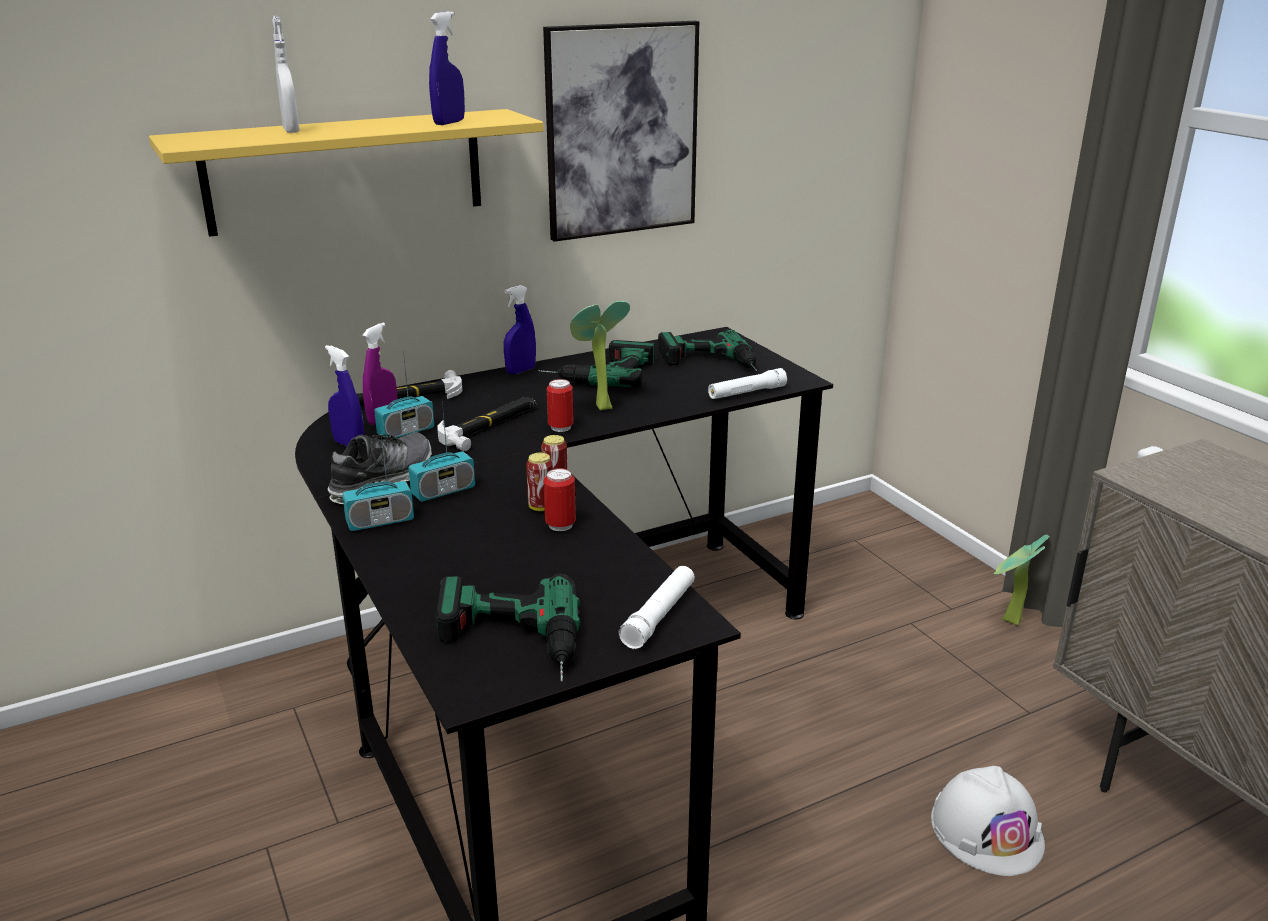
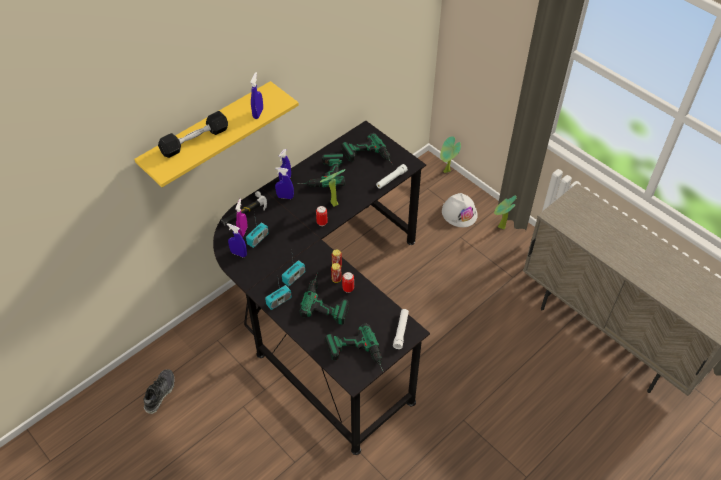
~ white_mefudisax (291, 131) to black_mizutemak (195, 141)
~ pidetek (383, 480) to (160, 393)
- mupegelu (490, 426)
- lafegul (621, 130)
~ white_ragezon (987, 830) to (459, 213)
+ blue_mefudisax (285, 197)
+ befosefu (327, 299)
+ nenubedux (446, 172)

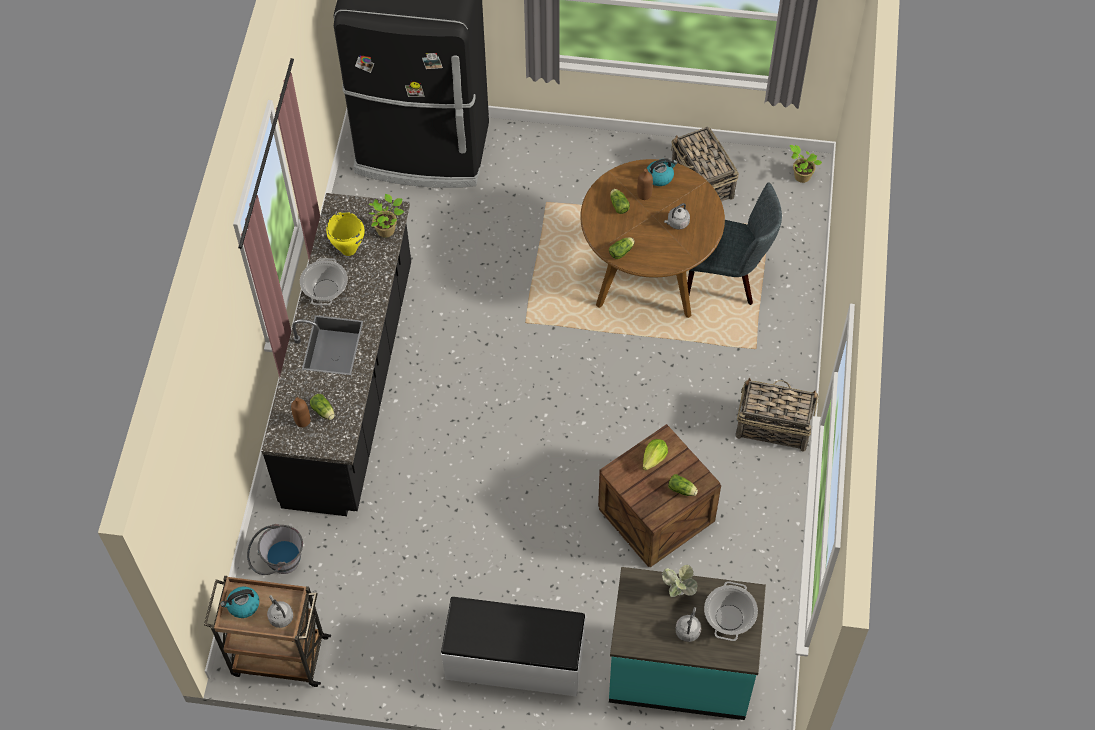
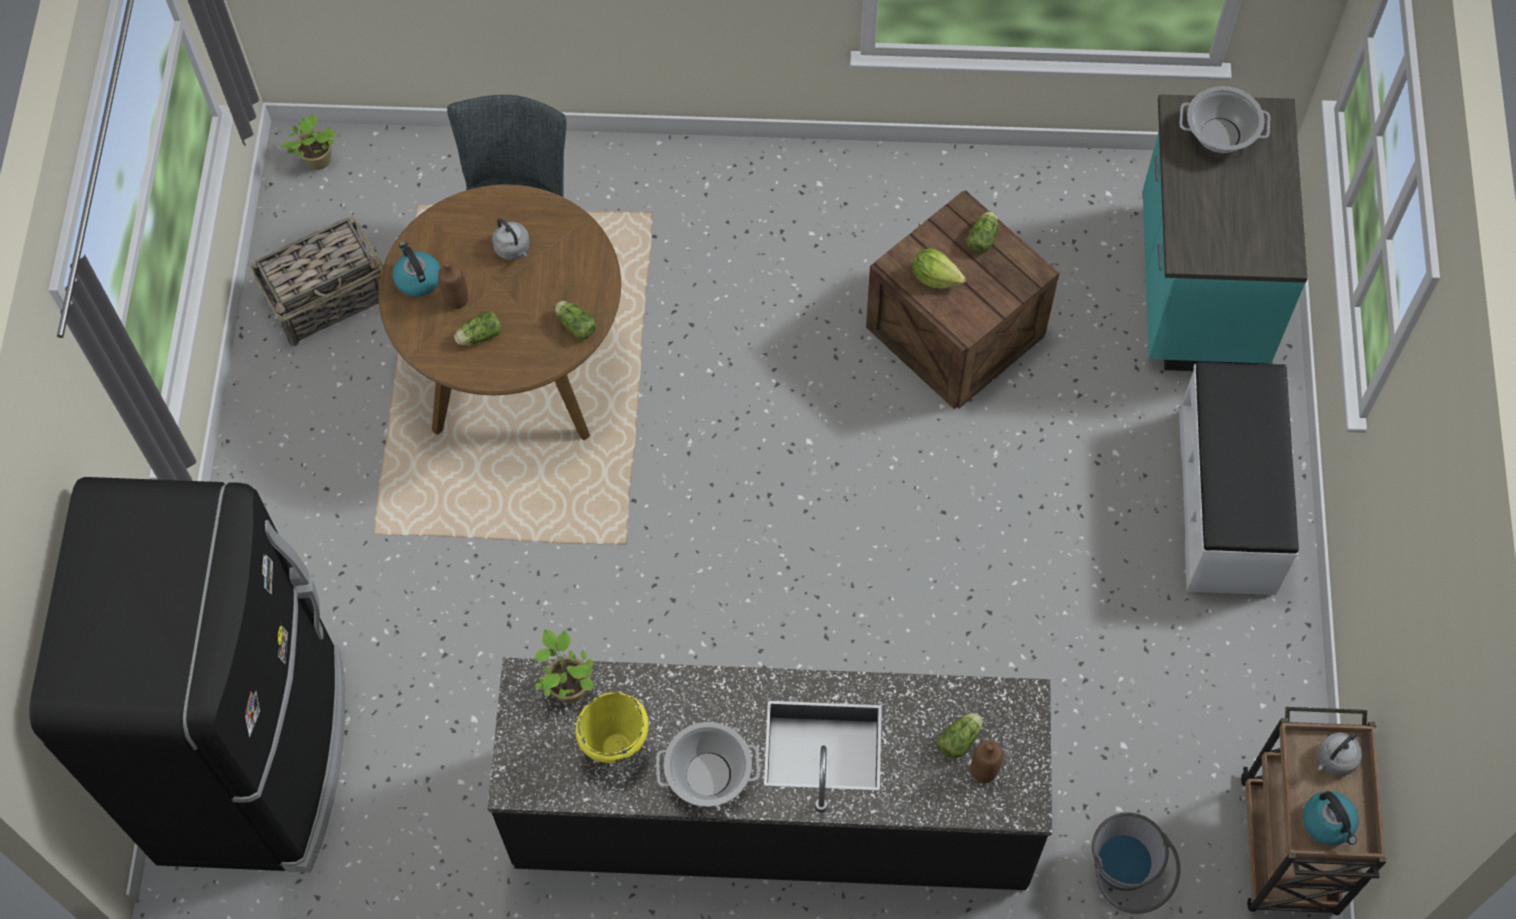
- nenubedux (678, 593)
- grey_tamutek (688, 630)
- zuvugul (772, 426)

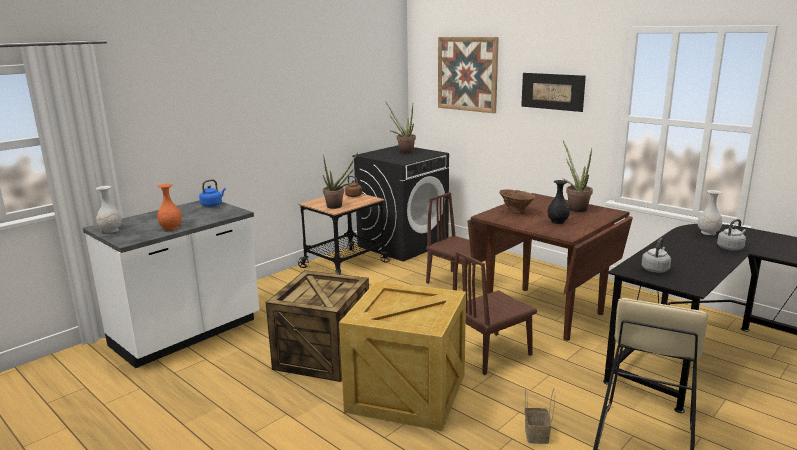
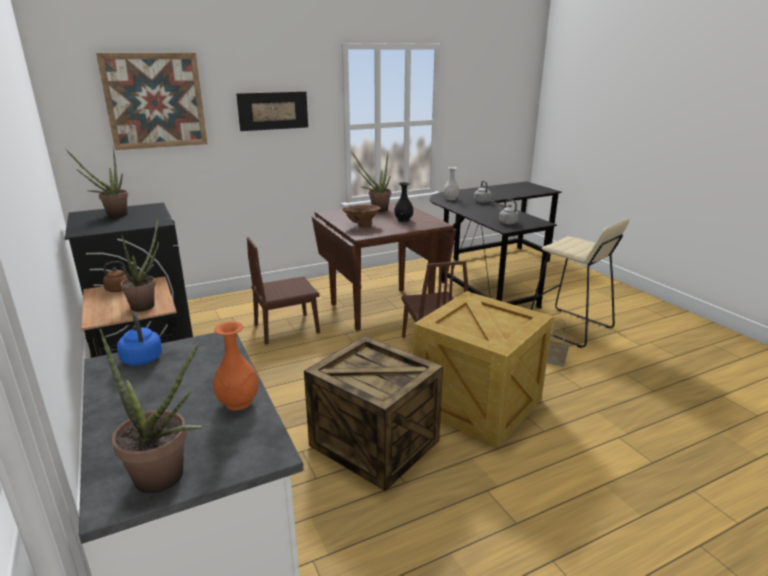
~ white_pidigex (110, 230) to nenubedux (167, 480)

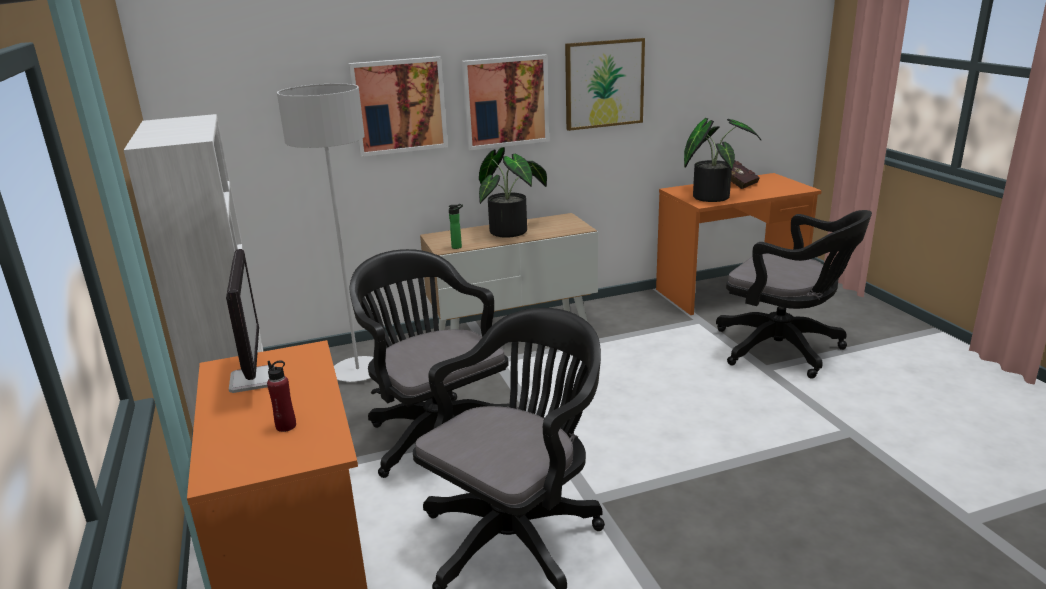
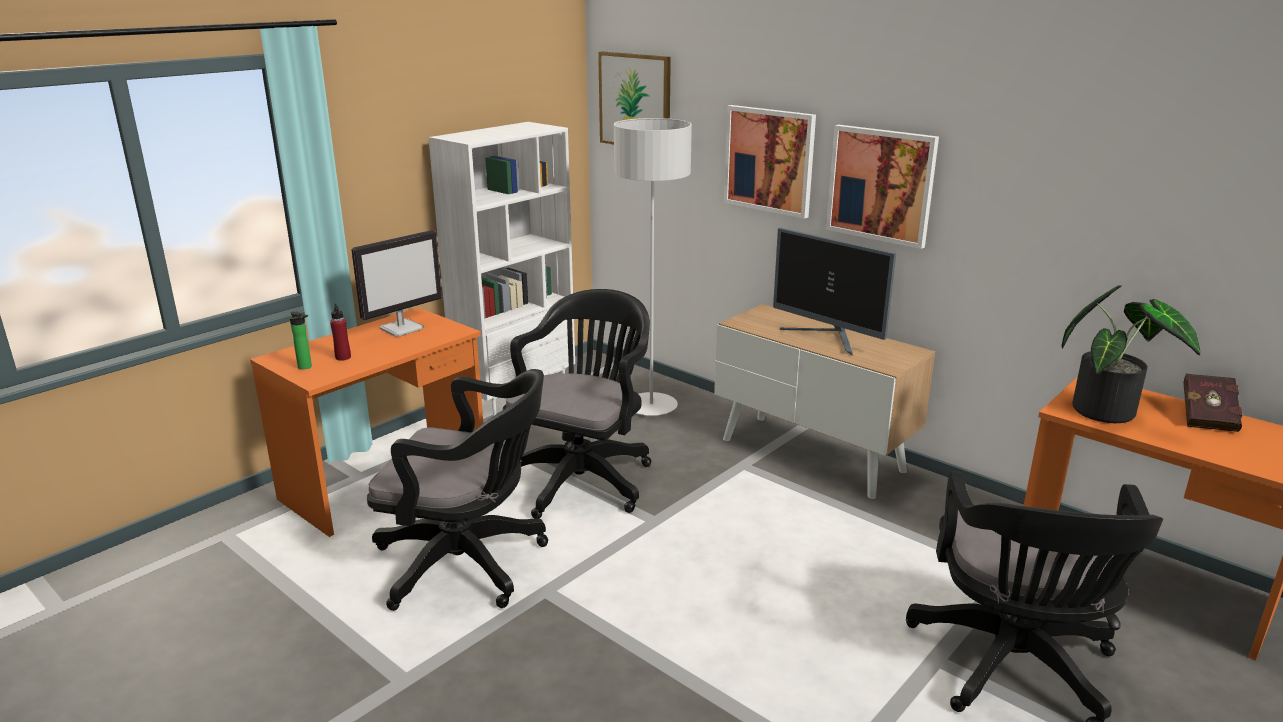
~ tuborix (458, 247) to (306, 367)
~ nenubedux (513, 231) to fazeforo (828, 338)
~ lafegul (604, 84) to (635, 101)

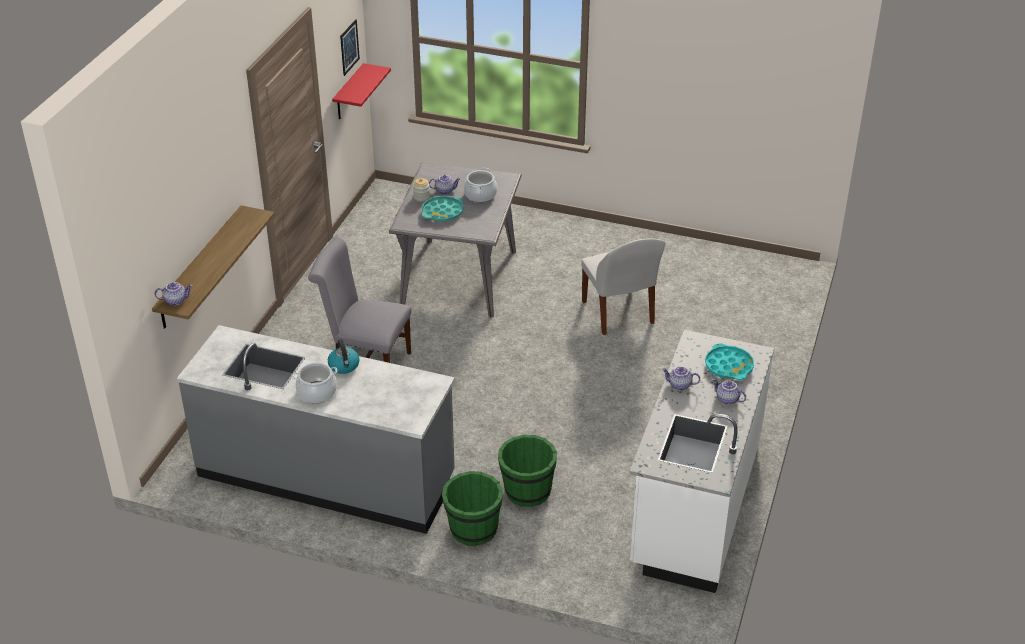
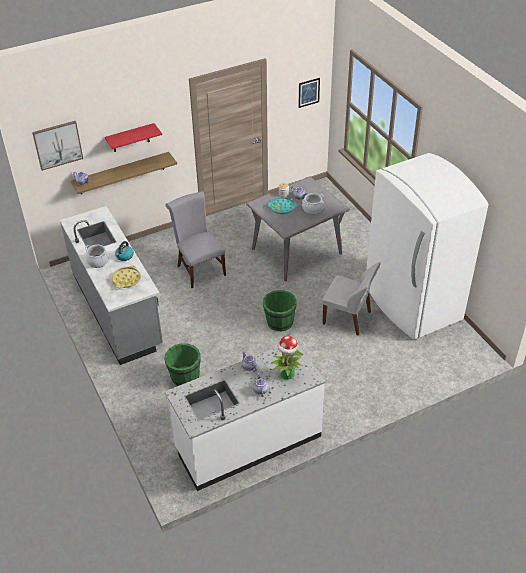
~ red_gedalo (348, 93) to (130, 138)
~ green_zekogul (473, 529) to (279, 322)
~ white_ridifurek (618, 314) = (348, 318) 90 degrees counterclockwise
~ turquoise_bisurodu (729, 366) to nenubedux (287, 374)
+ lafegul (57, 145)
+ yellow_bisurodu (126, 279)
+ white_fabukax (411, 304)

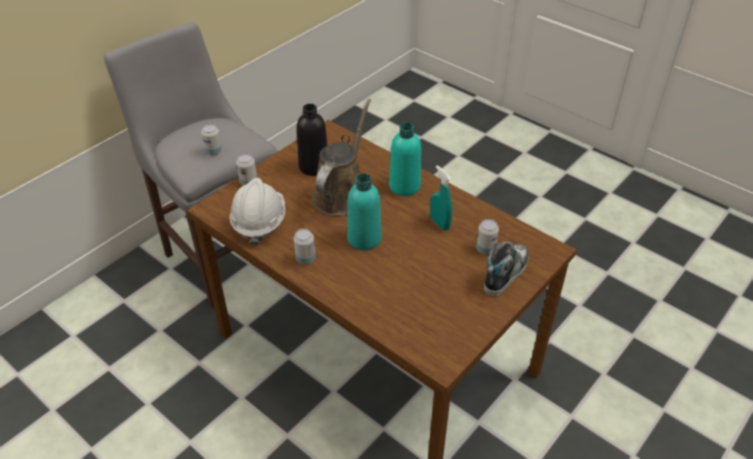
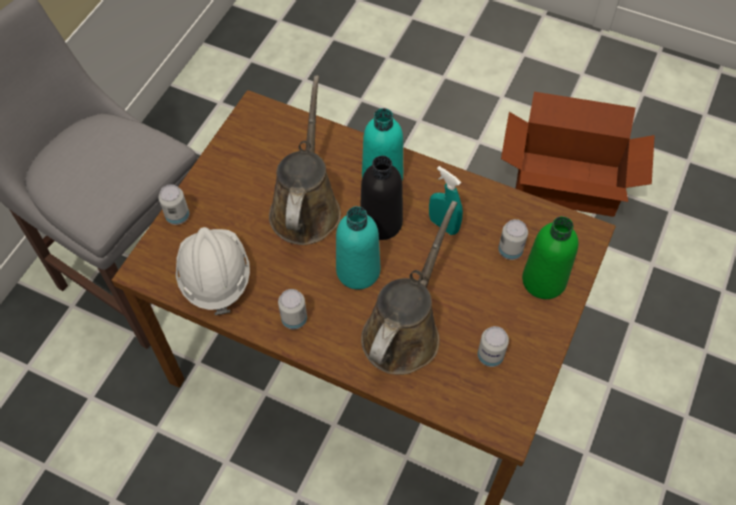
~ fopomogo (213, 152) to (490, 356)
~ black_tuborix (314, 166) to (381, 223)
~ pidetek (505, 273) to green_tuborix (544, 280)
+ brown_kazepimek (404, 331)
+ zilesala (567, 184)

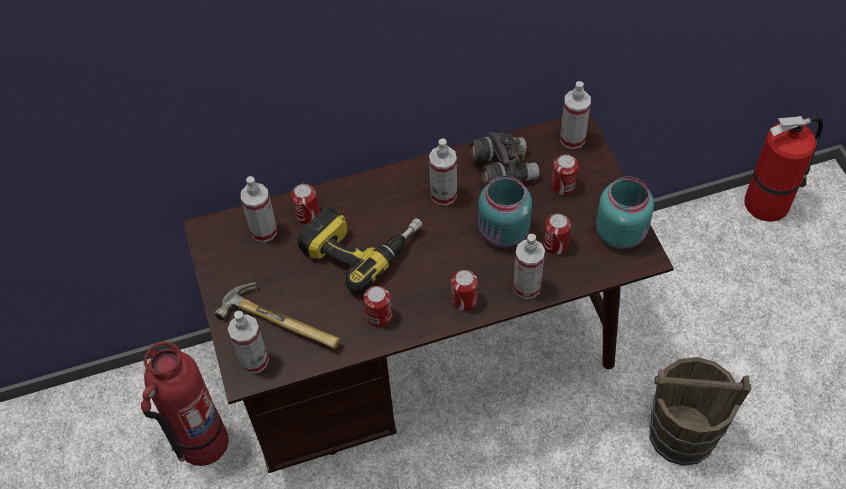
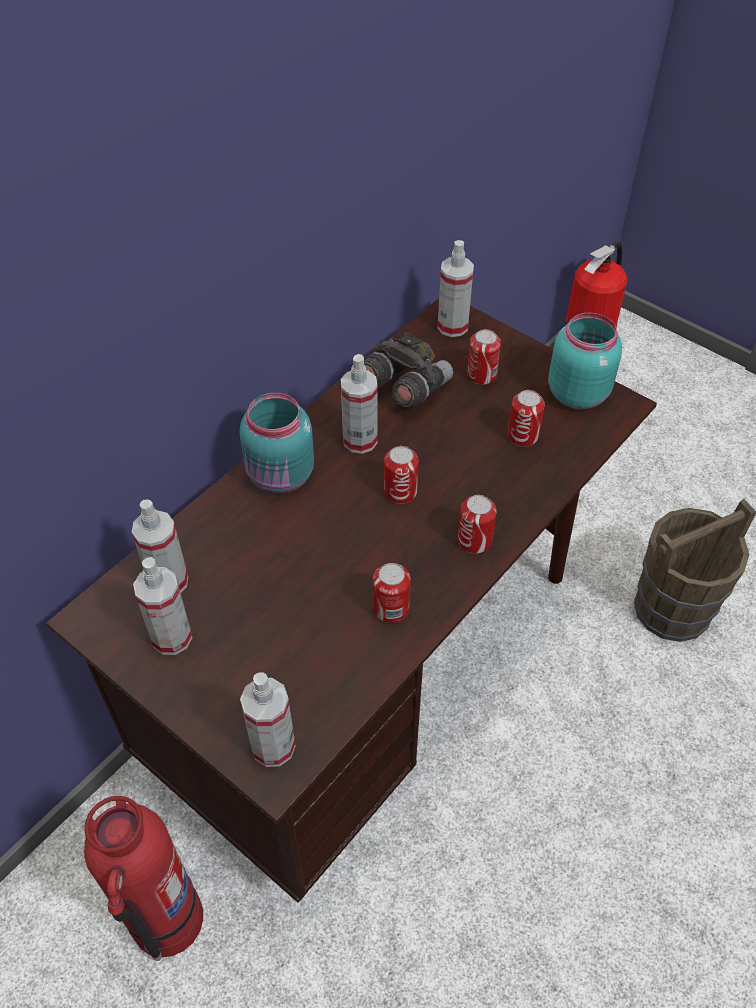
- mupegelu (283, 319)
~ fopomogo (307, 215) to (400, 491)
- befosefu (361, 245)
~ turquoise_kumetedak (503, 233) to (281, 476)
~ mefudisax (527, 287) to (171, 637)

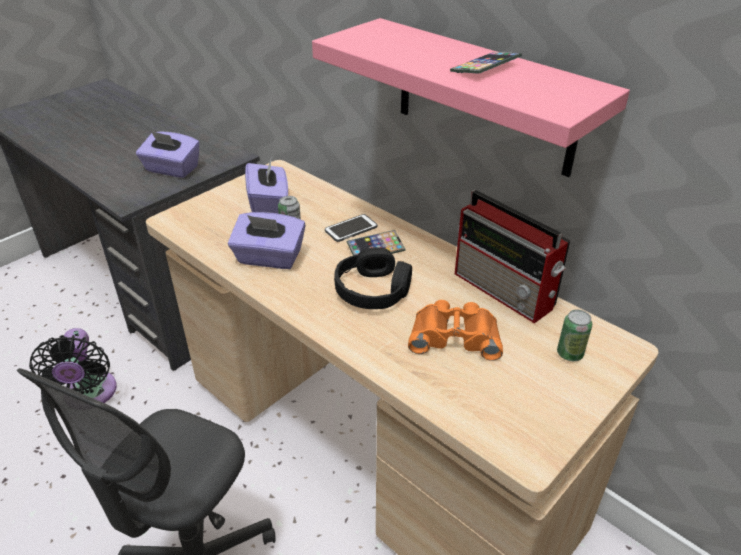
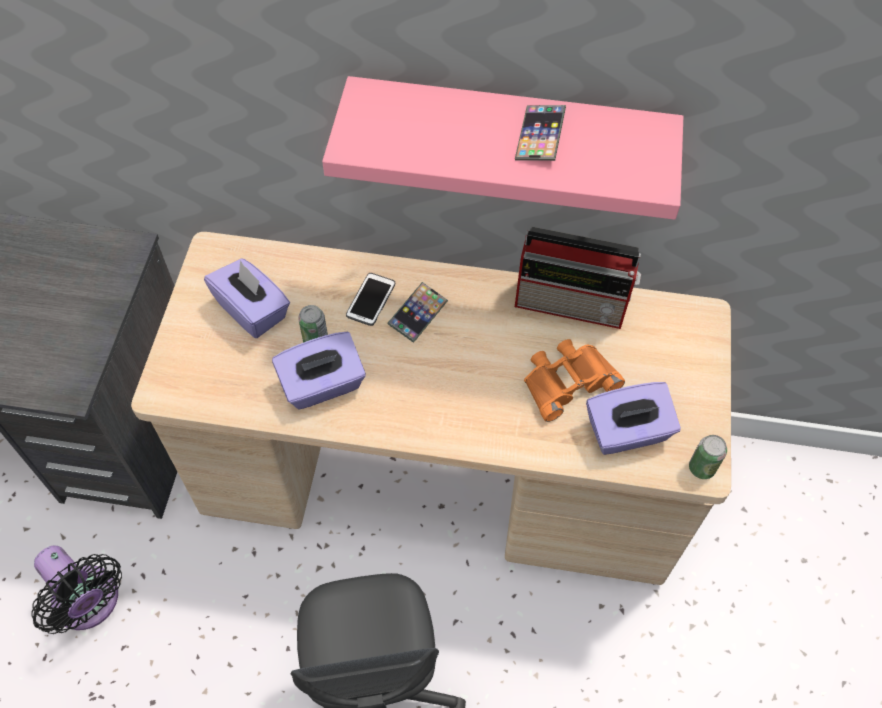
~ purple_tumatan (171, 169) to (627, 432)
- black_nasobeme (373, 290)
~ fopomogo (569, 354) to (701, 468)

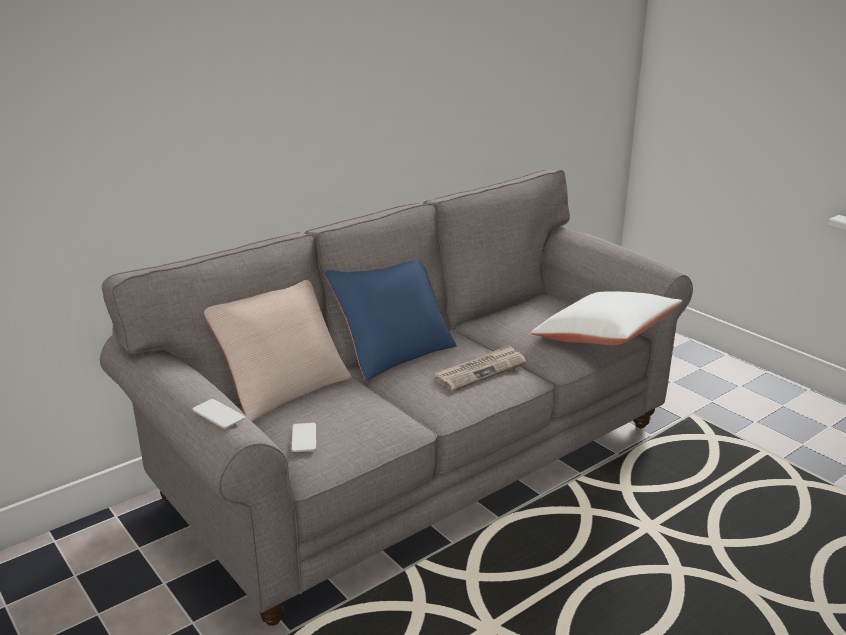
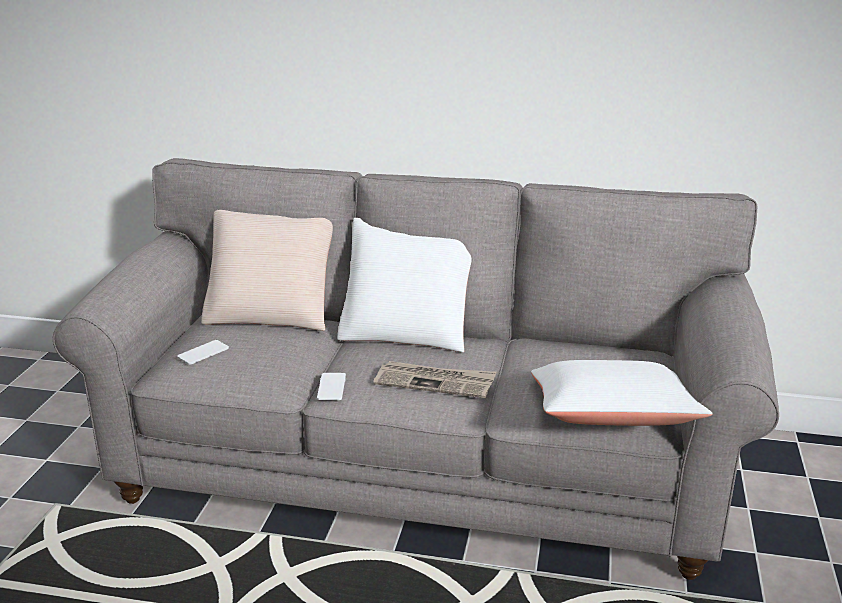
~ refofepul (218, 414) to (331, 387)
~ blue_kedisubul (393, 351) to white_kedisubul (408, 330)

